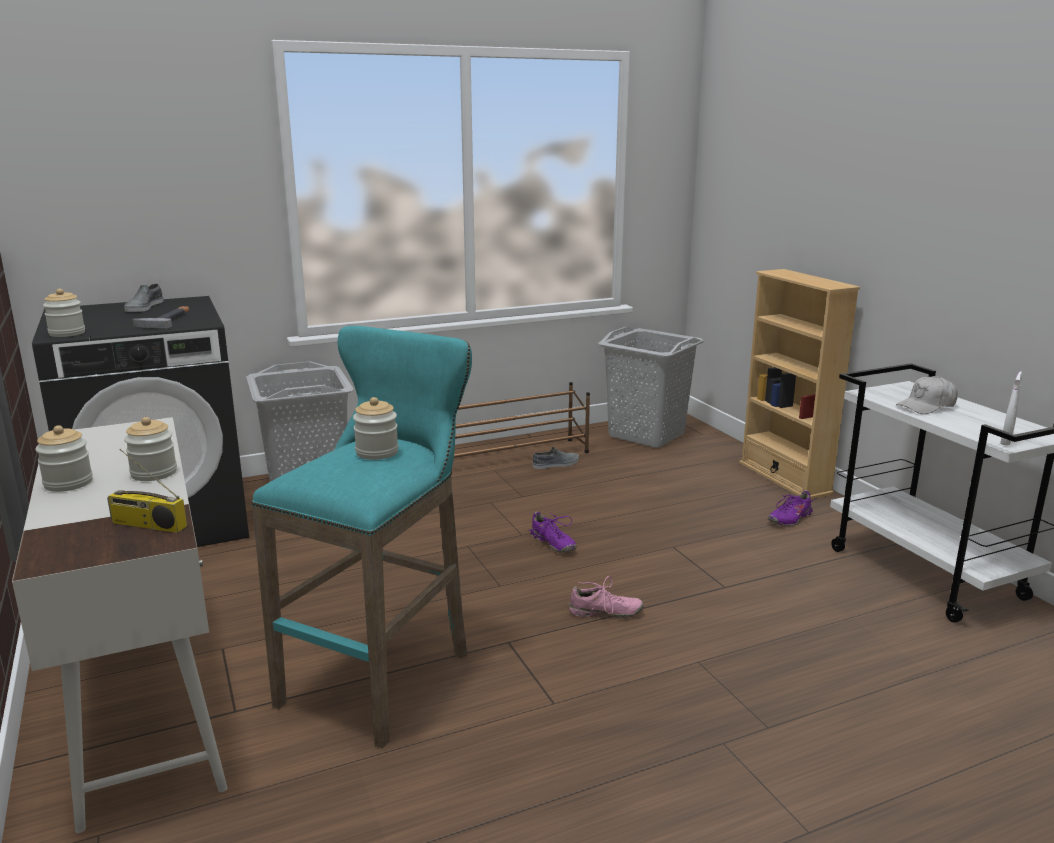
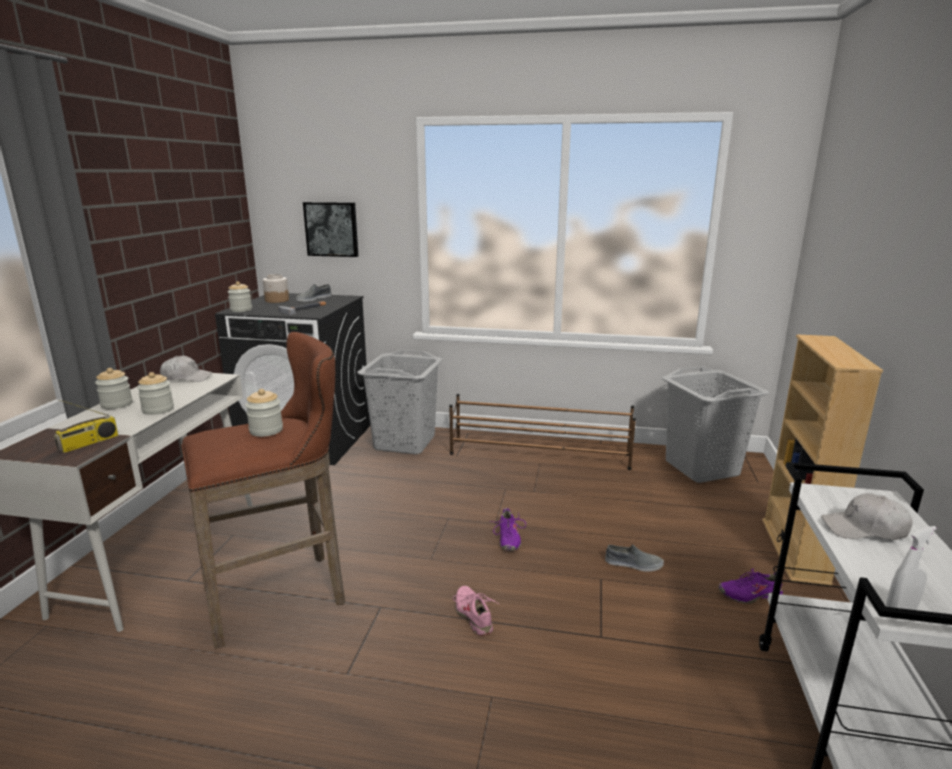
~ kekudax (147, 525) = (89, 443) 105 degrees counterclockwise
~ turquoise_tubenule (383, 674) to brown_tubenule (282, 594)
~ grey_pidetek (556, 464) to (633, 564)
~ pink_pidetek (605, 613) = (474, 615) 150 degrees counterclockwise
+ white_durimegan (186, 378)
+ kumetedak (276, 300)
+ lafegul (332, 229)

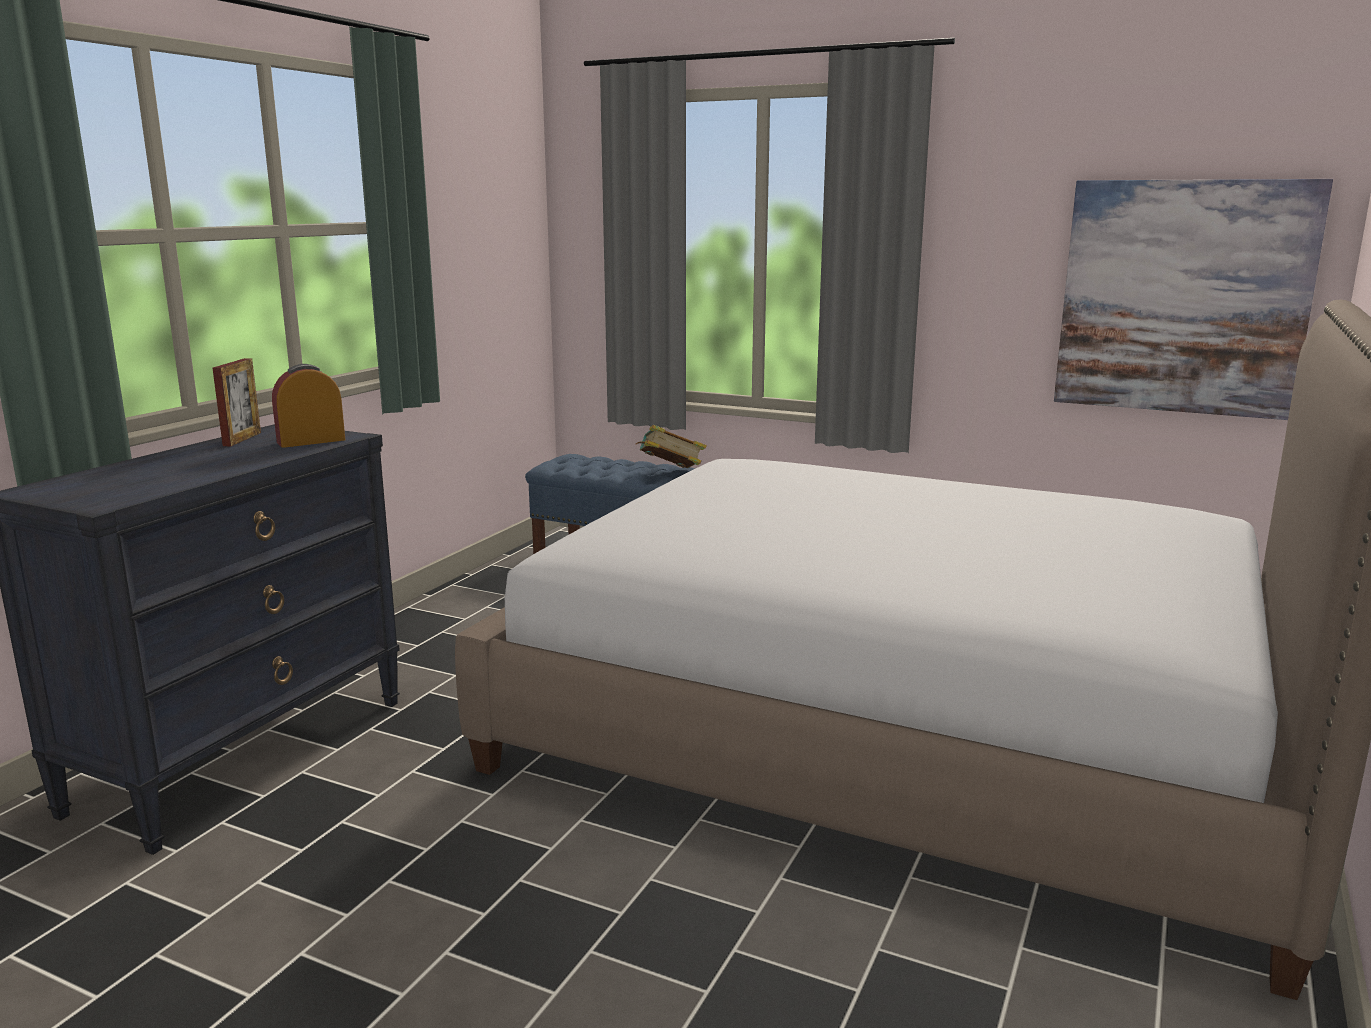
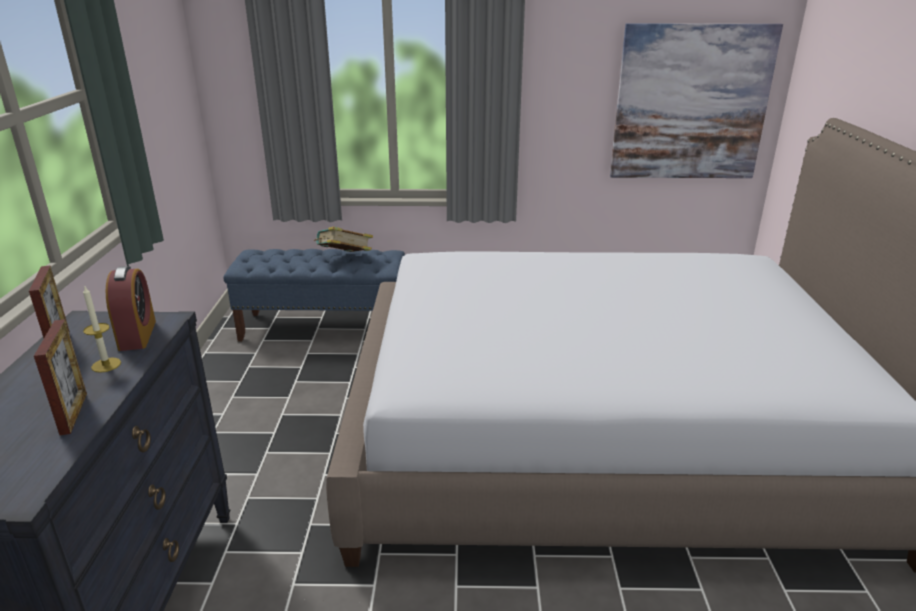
~ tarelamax (311, 441) = (137, 335) 135 degrees clockwise
+ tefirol (73, 413)
+ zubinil (106, 365)

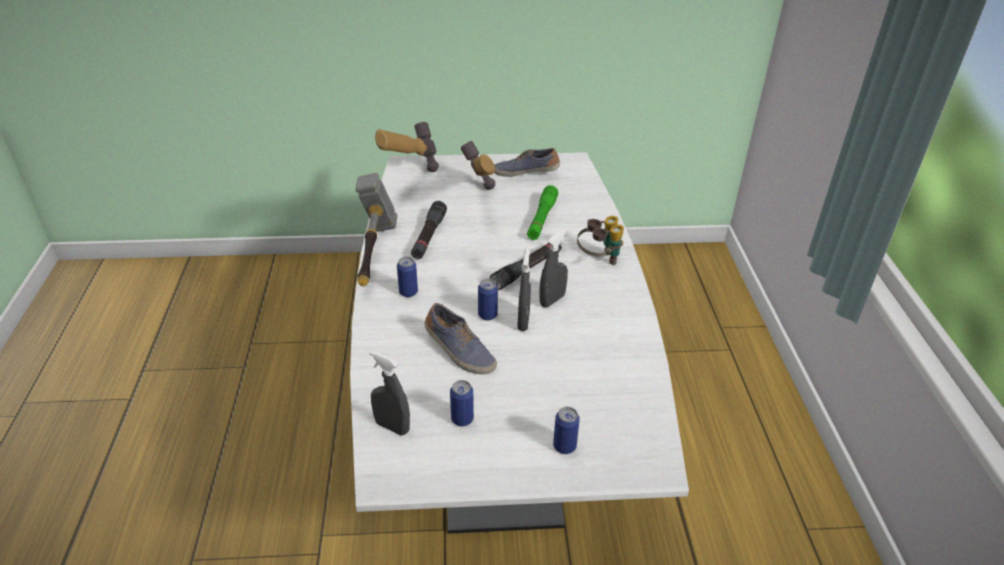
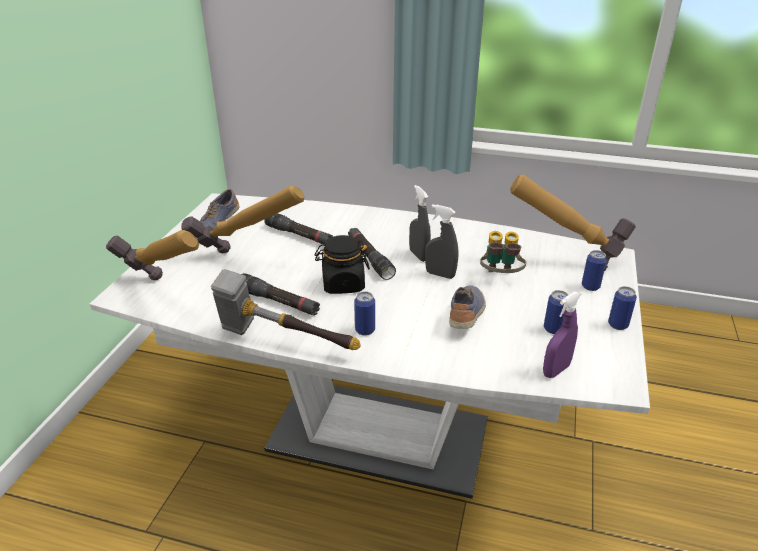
~ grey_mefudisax (392, 427) to purple_mefudisax (556, 370)
~ pidetek (459, 351) = (467, 315) 45 degrees counterclockwise
~ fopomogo (487, 315) to (618, 325)
~ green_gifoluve (541, 219) to black_gifoluve (299, 236)
~ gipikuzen (599, 260) to (500, 278)
+ black_kumetedak (343, 284)
+ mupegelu (563, 260)

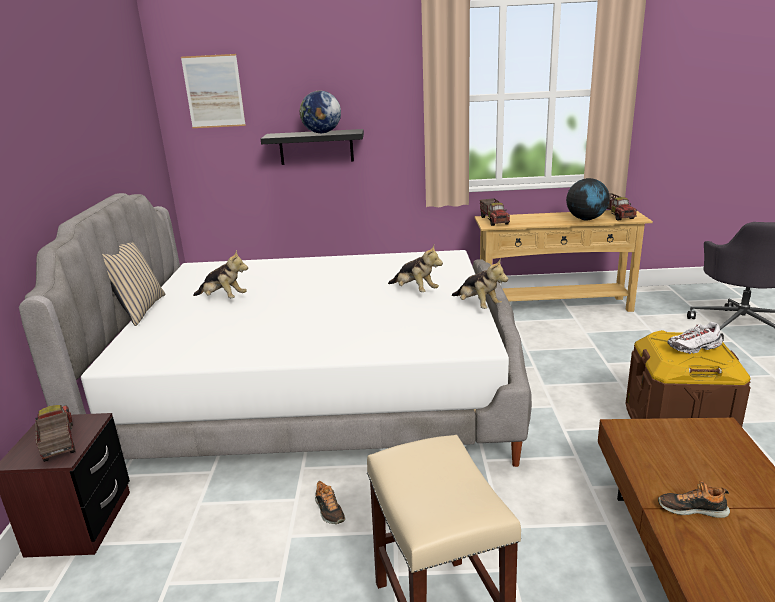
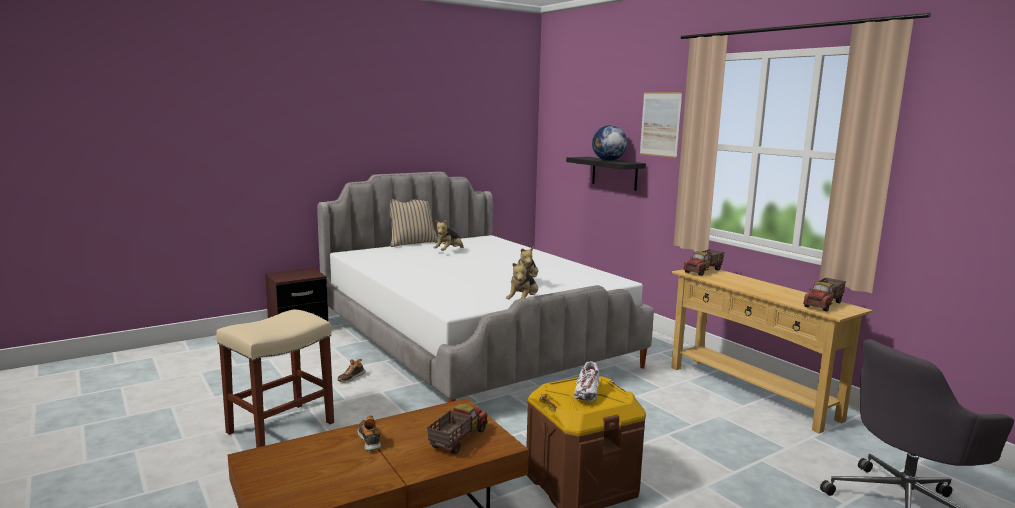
~ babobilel (57, 443) to (457, 439)
~ lafegul (214, 91) to (660, 124)
~ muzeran (223, 298) = (449, 252) 45 degrees clockwise
- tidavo (586, 219)
~ white_pidetek (694, 348) = (587, 393) 120 degrees counterclockwise

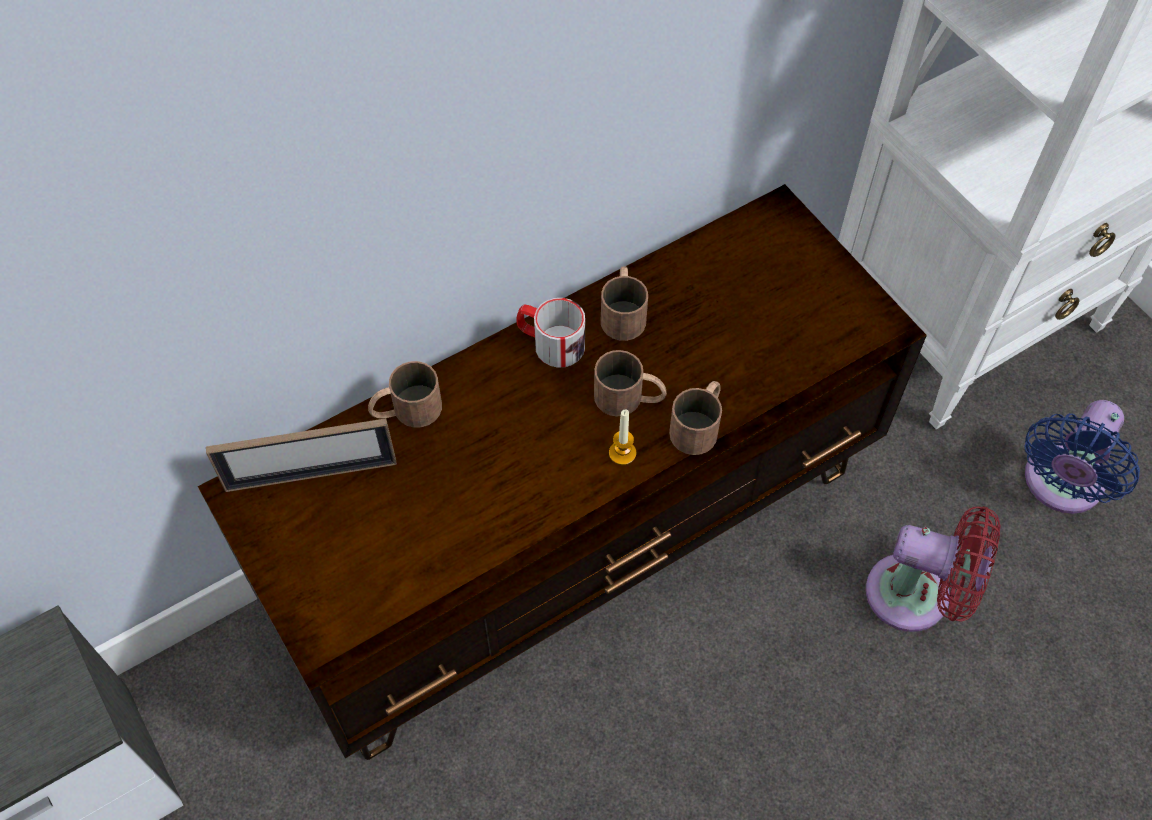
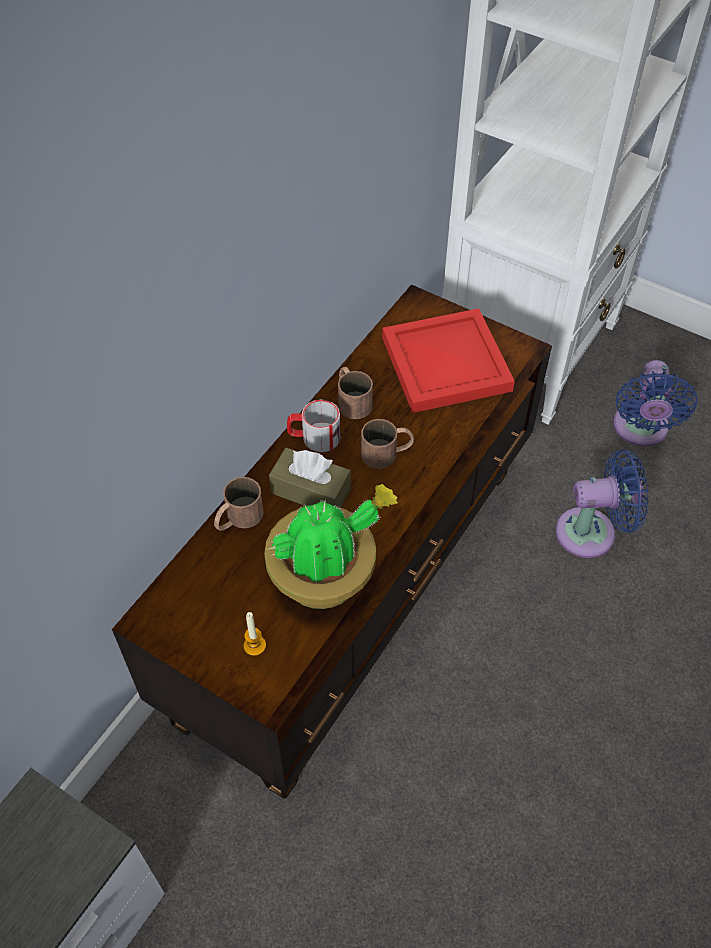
- tefirol (311, 475)
~ zubinil (622, 453) to (254, 646)
- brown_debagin (699, 424)
~ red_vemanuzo (917, 596) to blue_vemanuzo (592, 532)
+ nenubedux (326, 577)
+ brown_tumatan (311, 491)
+ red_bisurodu (445, 365)

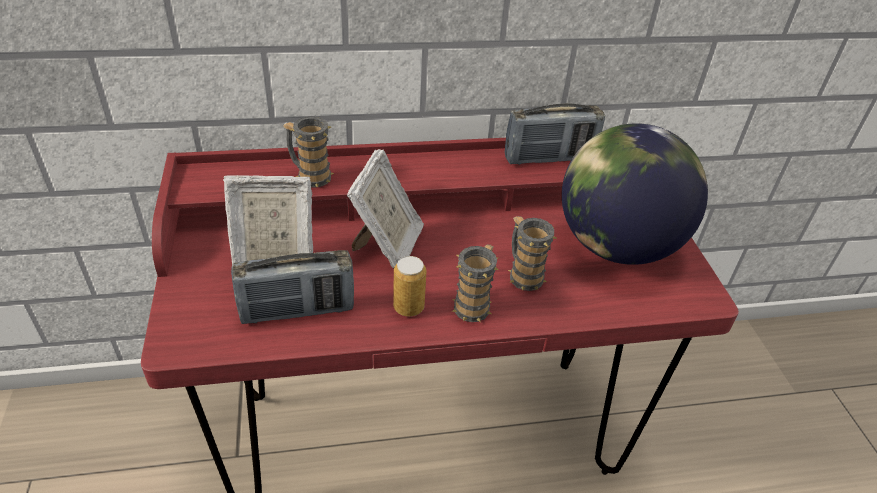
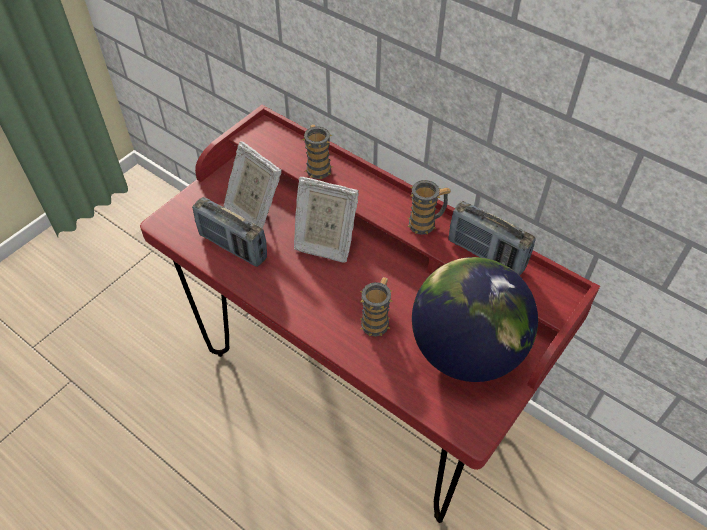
~ tefirol (387, 246) = (324, 243) 45 degrees clockwise
- fopomogo (408, 307)
~ debagin (474, 304) to (426, 223)

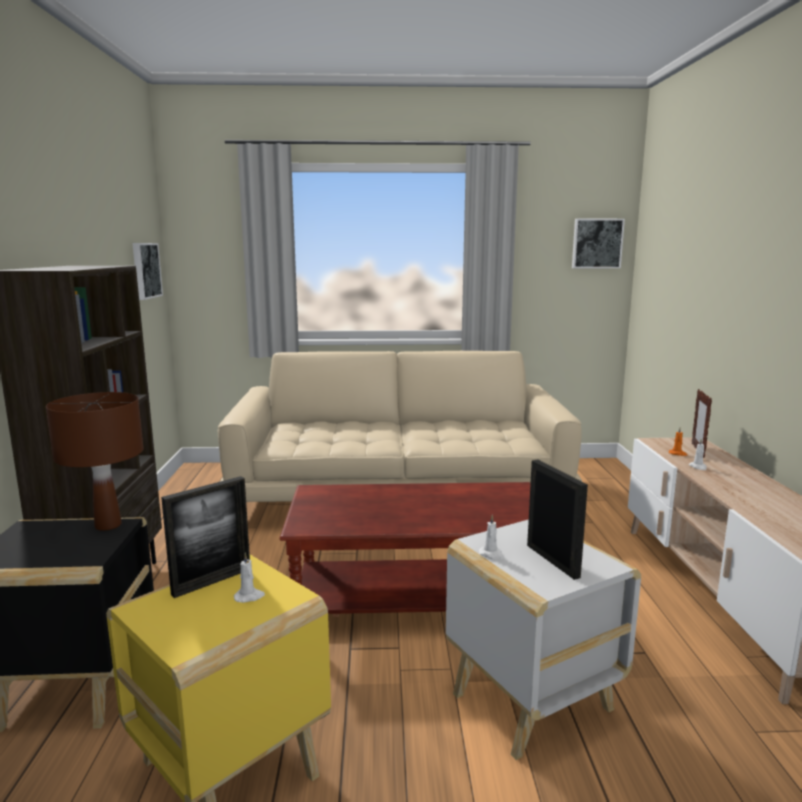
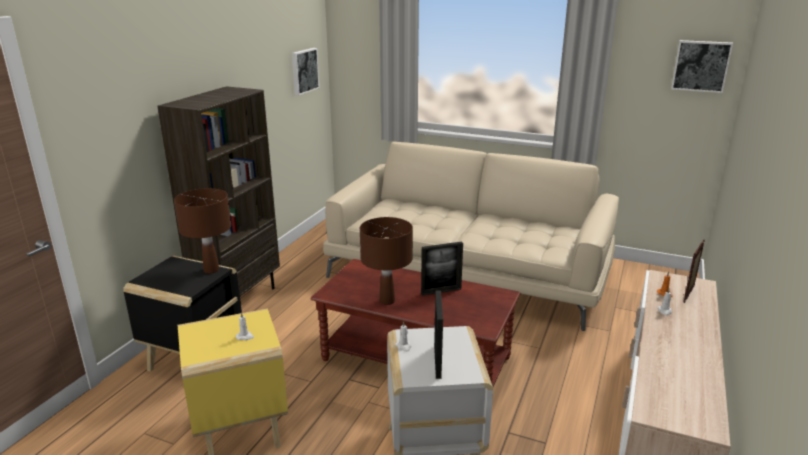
~ tefirol (212, 581) to (441, 291)
+ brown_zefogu (387, 301)

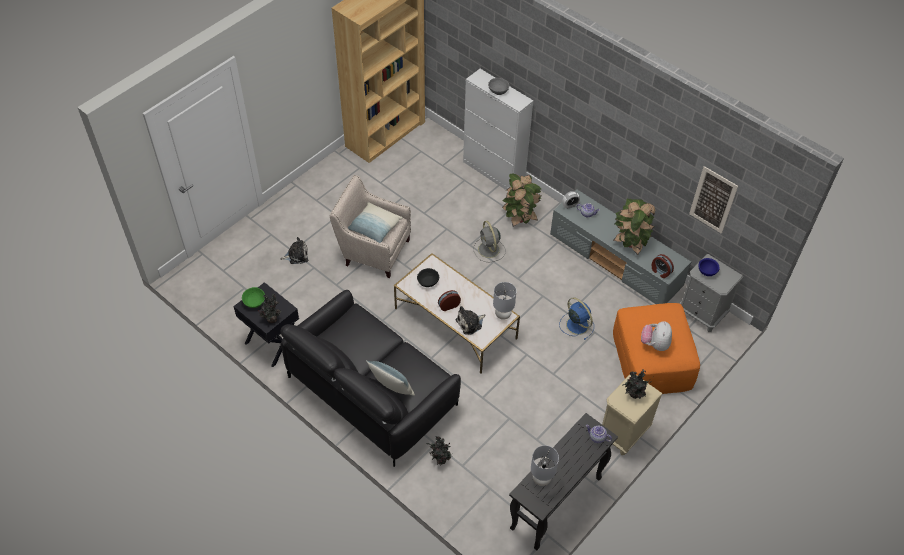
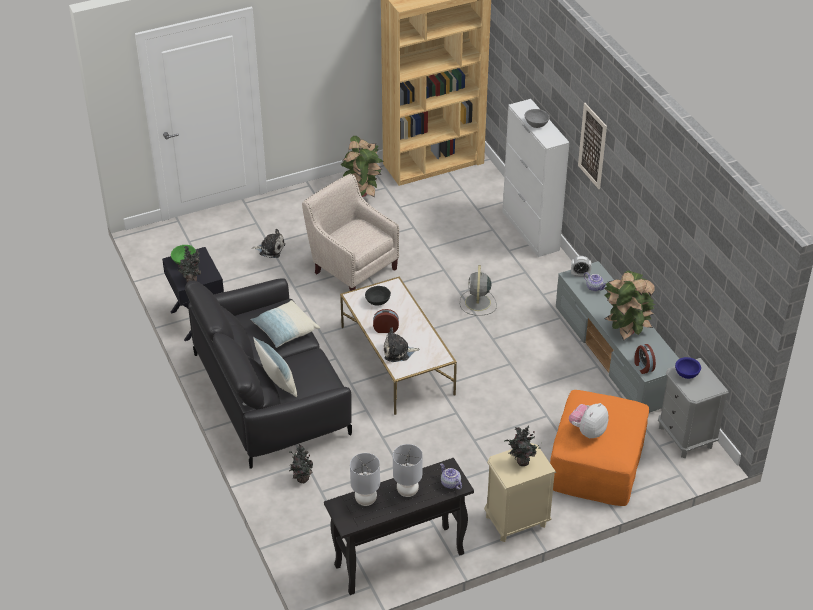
~ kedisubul (374, 228) to (285, 331)
~ grey_zefogu (502, 314) to (407, 491)
~ nenubedux (520, 217) to (362, 192)
- blue_vemanuzo (576, 324)
~ lafegul (713, 200) to (592, 146)

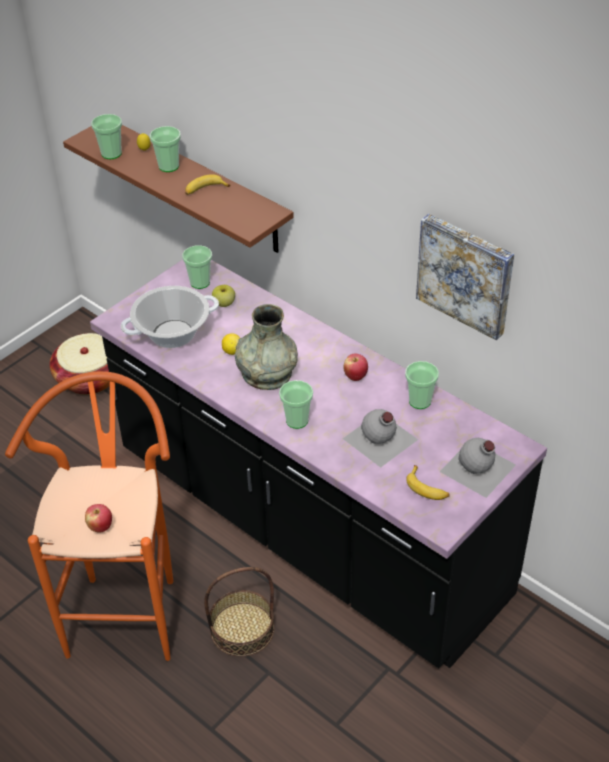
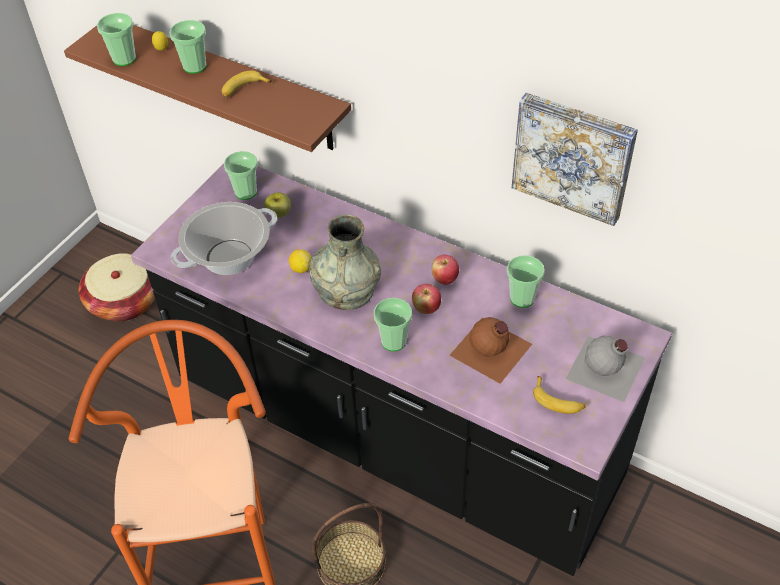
~ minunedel (100, 527) to (426, 308)
~ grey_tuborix (380, 440) to brown_tuborix (491, 350)

